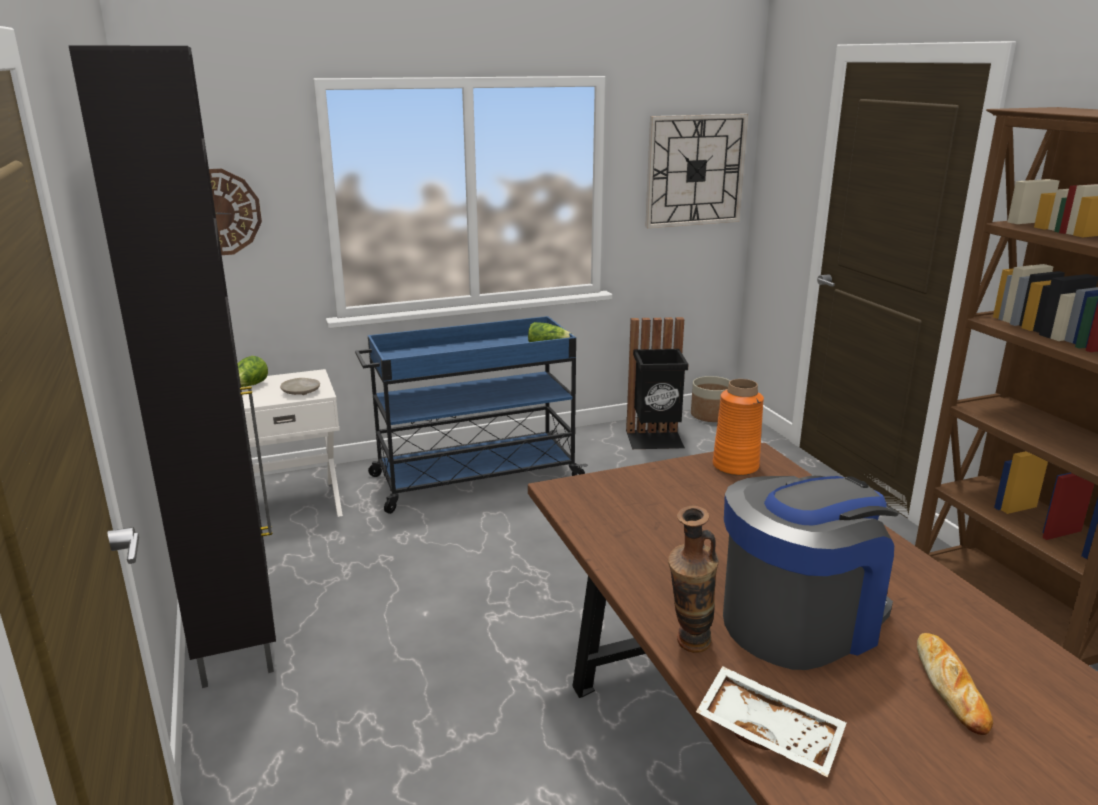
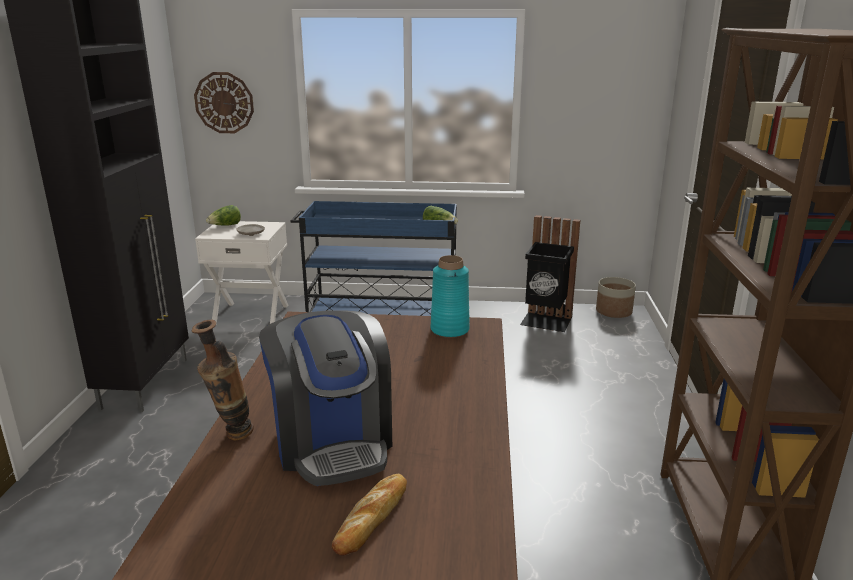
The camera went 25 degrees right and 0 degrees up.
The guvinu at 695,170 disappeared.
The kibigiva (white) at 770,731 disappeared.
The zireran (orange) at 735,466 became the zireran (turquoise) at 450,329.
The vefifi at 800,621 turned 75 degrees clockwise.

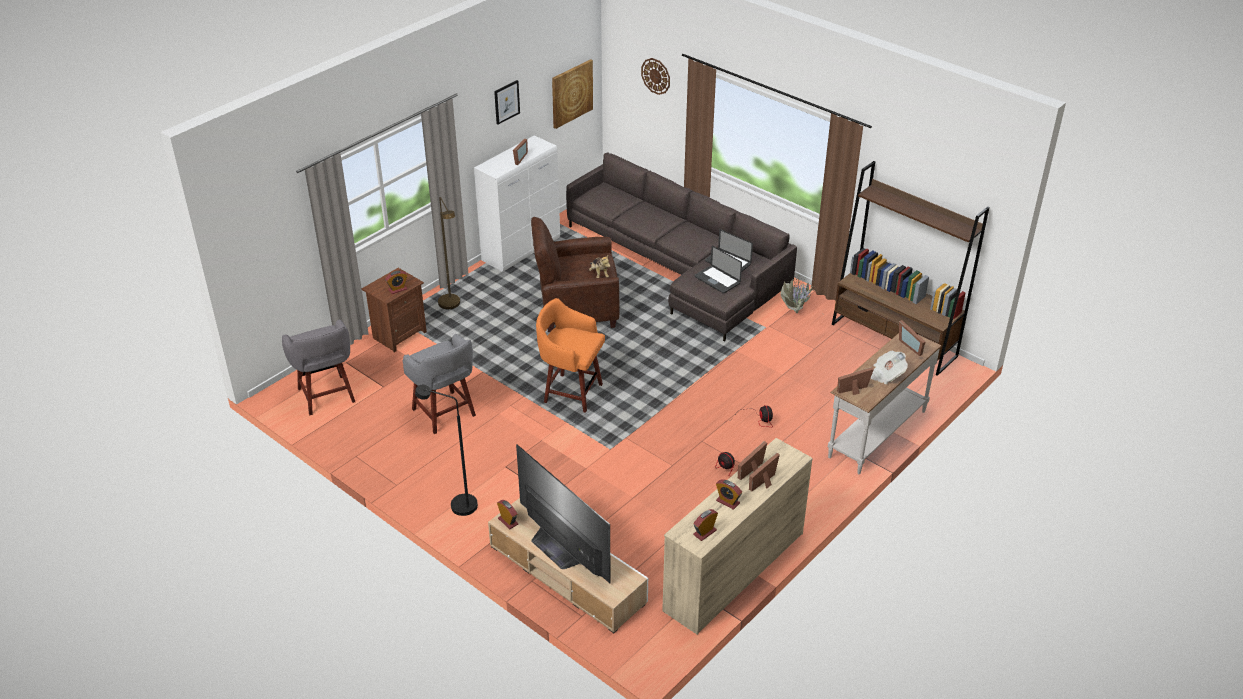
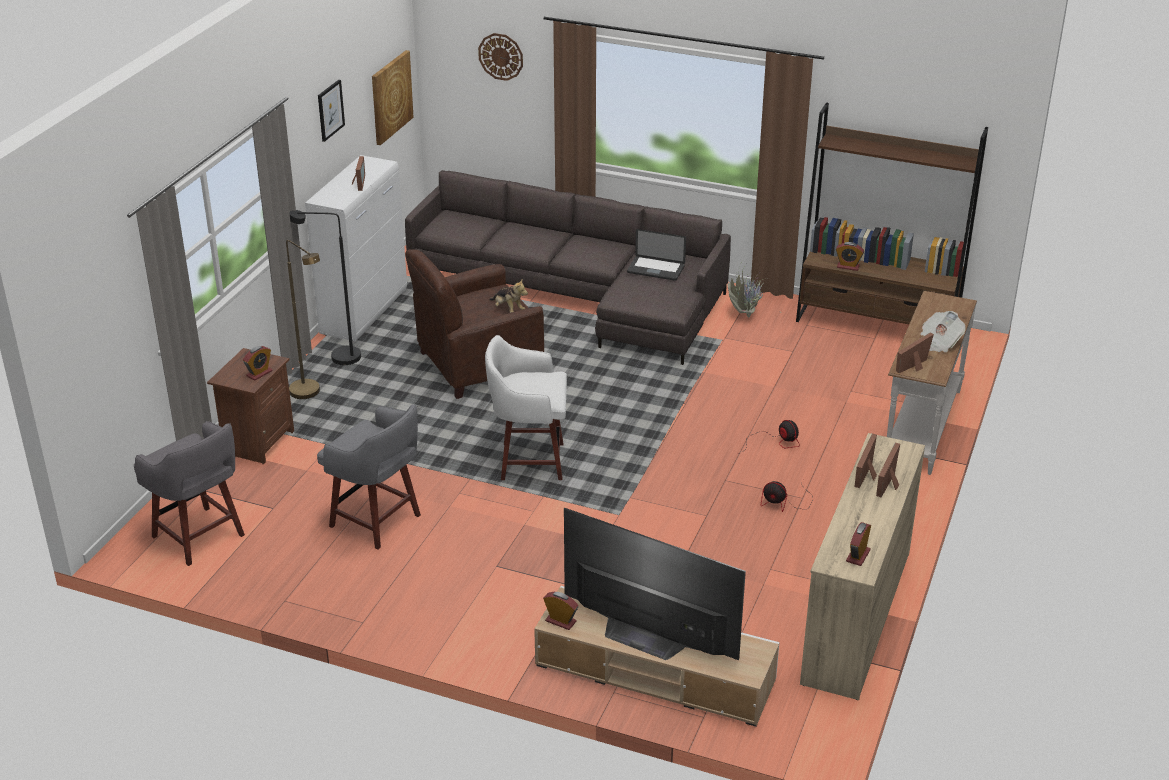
The camera went 20 degrees left and 5 degrees down.
The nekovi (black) moved from 456,504 to 337,358.
The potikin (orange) at 571,393 became the potikin (white) at 529,461.
The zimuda at 717,280 disappeared.
The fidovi moved from 727,502 to 848,266.
The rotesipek at 911,345 disappeared.

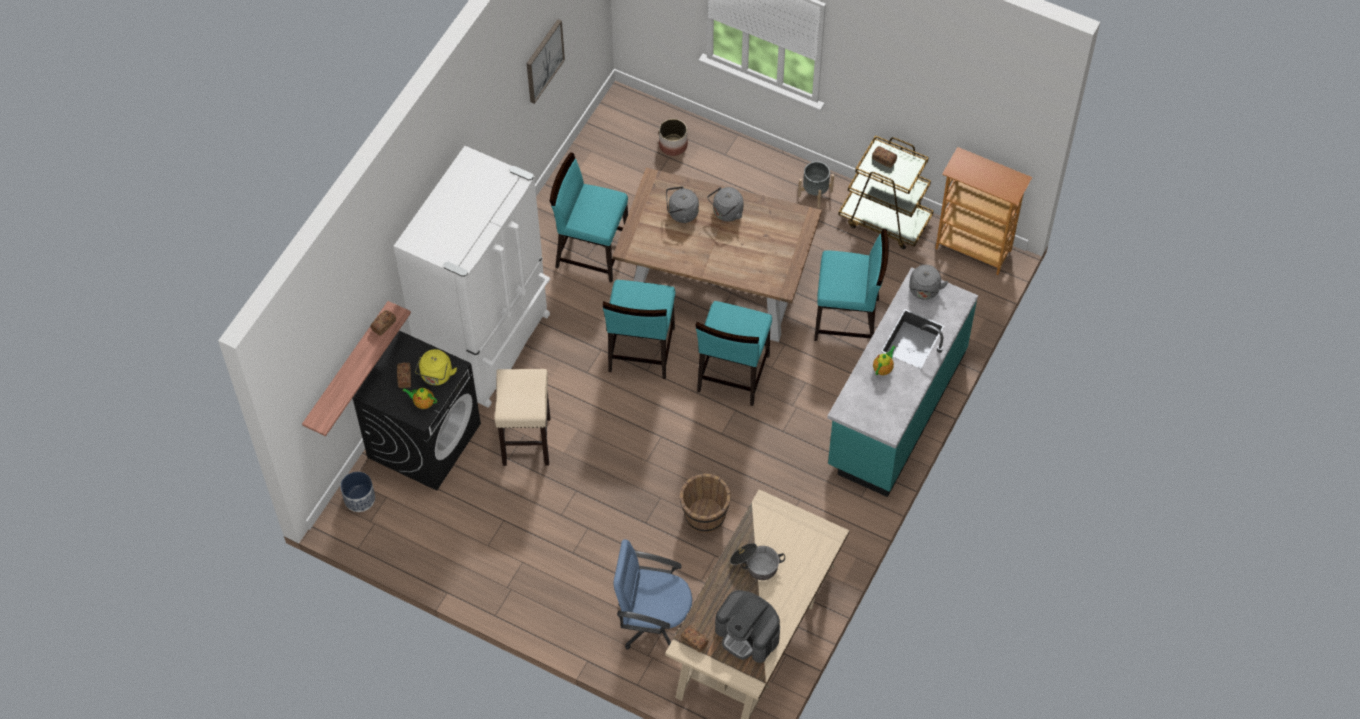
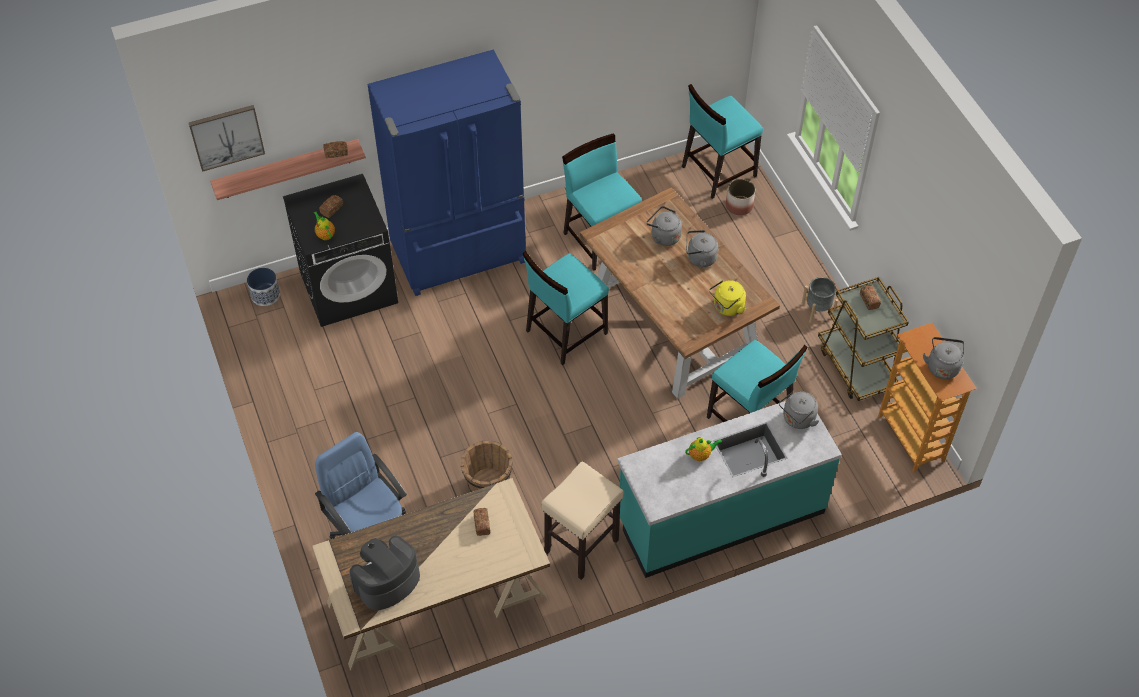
The camera went 40 degrees right and 5 degrees down.
The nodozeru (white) at 488,346 became the nodozeru (blue) at 460,254.
The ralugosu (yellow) moved from 436,376 to 727,307.
The potikin (beige) moved from 526,440 to 582,545.
The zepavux moved from 543,60 to 226,137.
The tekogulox moved from 694,641 to 482,524.
The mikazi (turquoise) moved from 732,374 to 718,171.
The vefifi at 748,634 turned 60 degrees clockwise.
The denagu at 755,564 disappeared.
The ralugosu (grey) at 942,366 appeared.

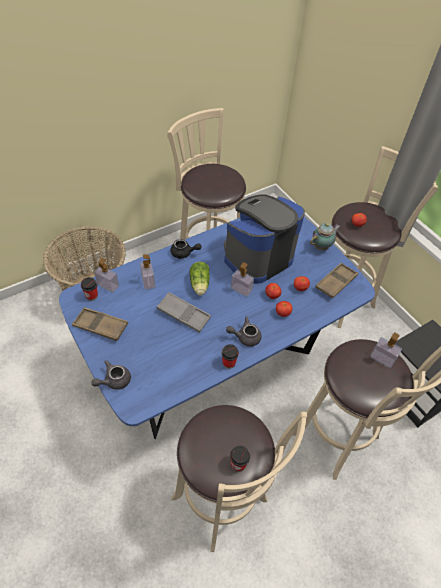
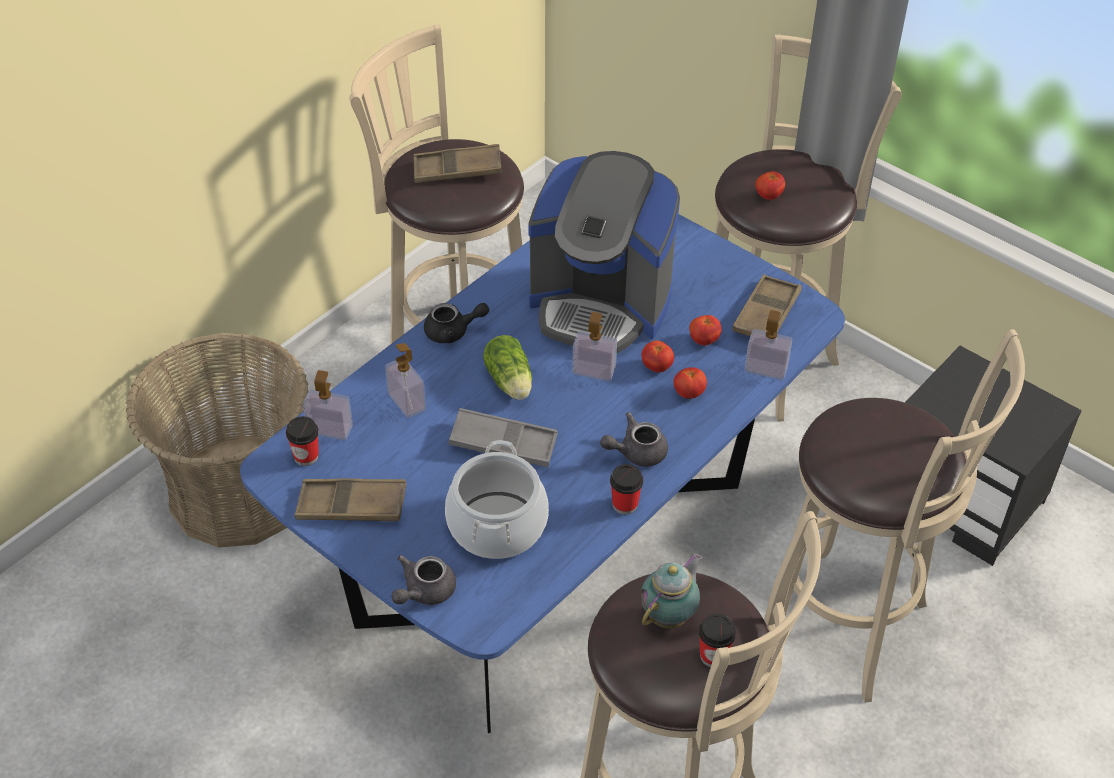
The camera went 15 degrees left and 5 degrees down.
The vefifi at 257,257 turned 105 degrees counterclockwise.
The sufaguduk moved from 321,246 to 670,615.
The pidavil moved from 382,358 to 766,369.
The kibigiva (brown) at 457,170 appeared.
The denagu at 496,525 appeared.

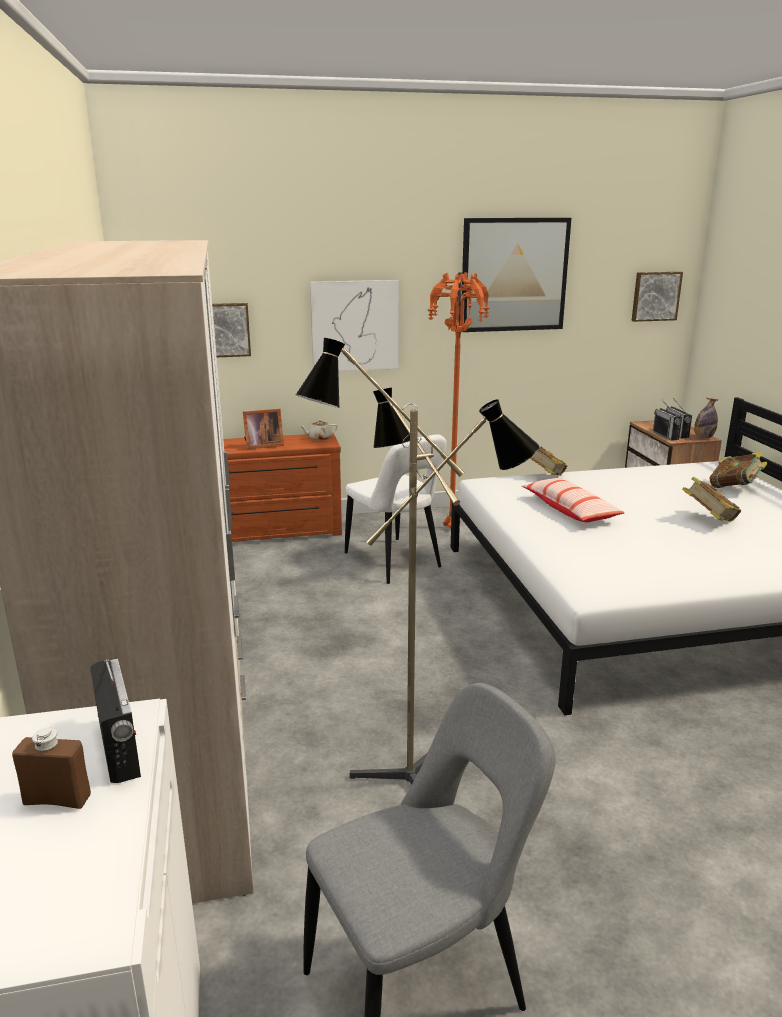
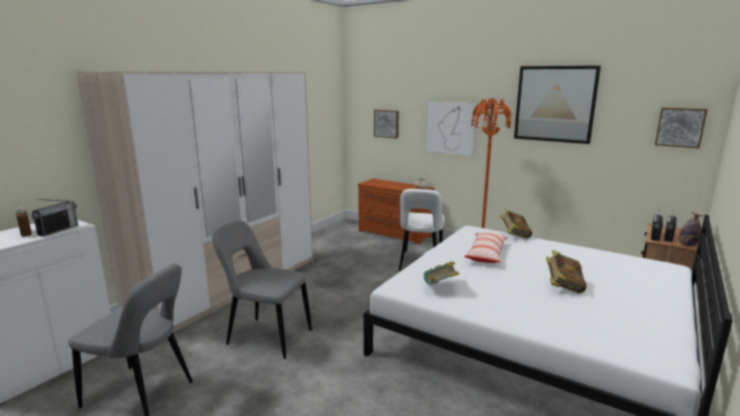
The camera went 45 degrees right and 5 degrees down.
The rotesipek at 262,445 disappeared.
The nekovi at 408,772 was replaced by the mikazi (grey) at 266,337.
The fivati moved from 734,488 to 440,288.

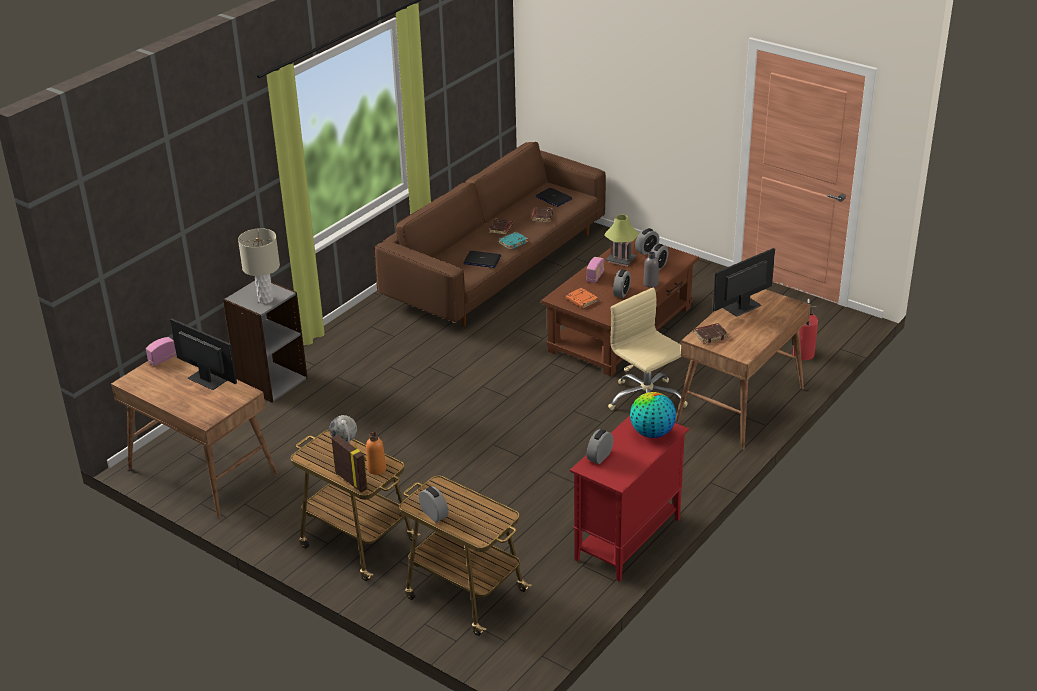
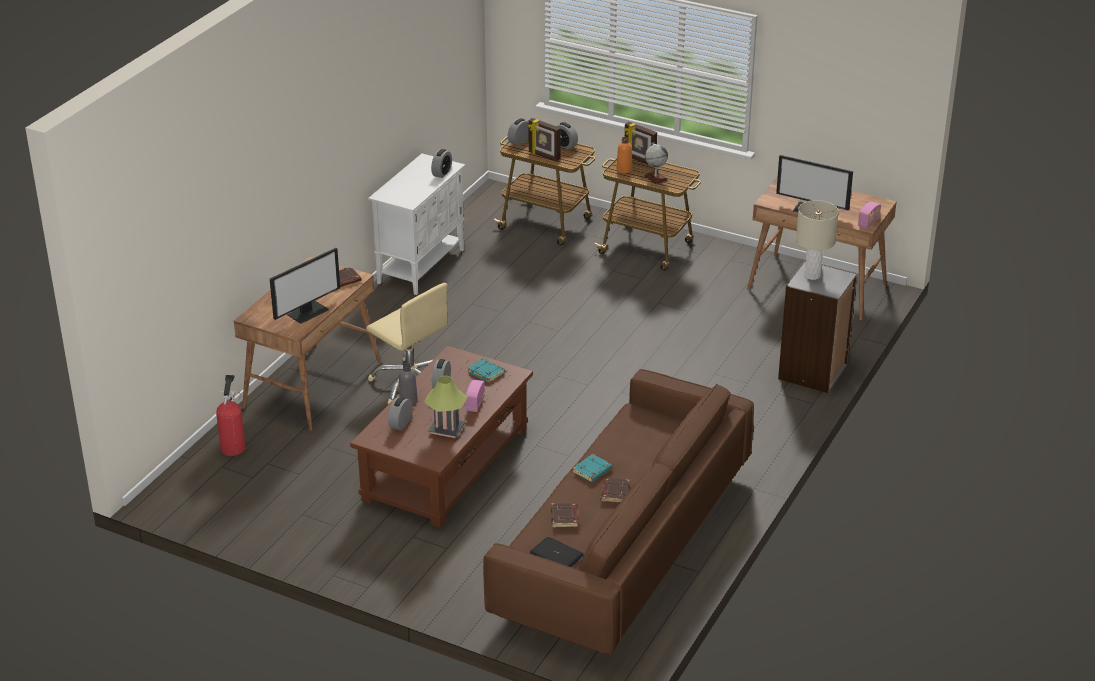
The camera went 170 degrees right and 0 degrees up.
The zimuda at 482,260 disappeared.
The fivati (orange) at 581,300 became the fivati (turquoise) at 487,372.
The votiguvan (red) at 627,540 became the votiguvan (white) at 421,266.
The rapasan at 652,433 disappeared.
The fidovi moved from 646,250 to 519,141.
The rotesipek at 544,156 appeared.

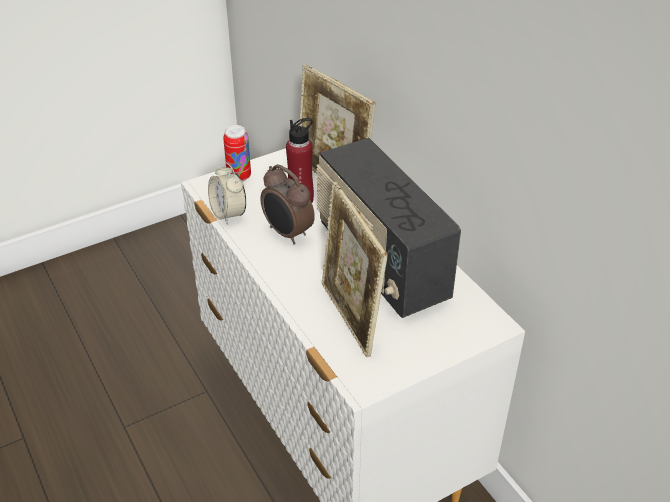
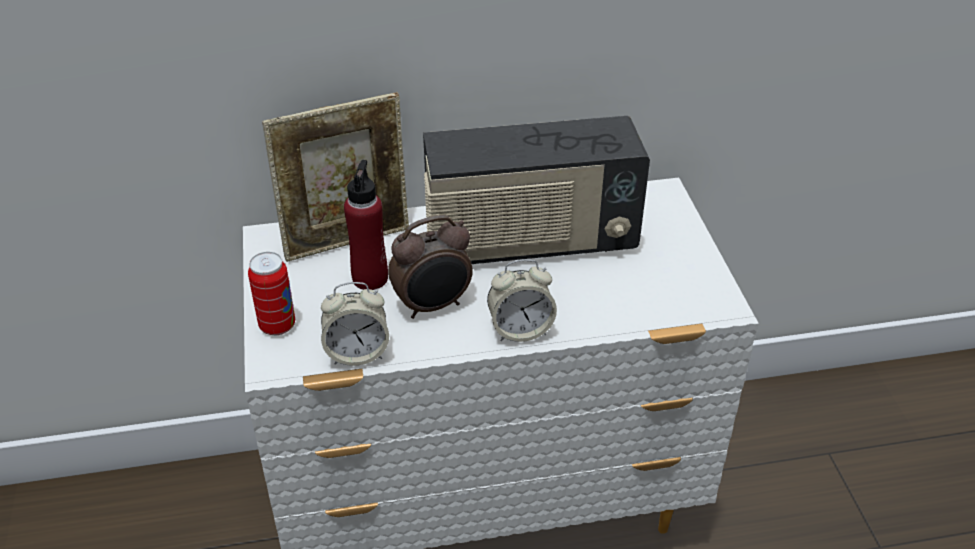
The camera went 70 degrees left and 0 degrees up.
The rotesipek at 350,318 disappeared.
The fidovi at 520,330 appeared.

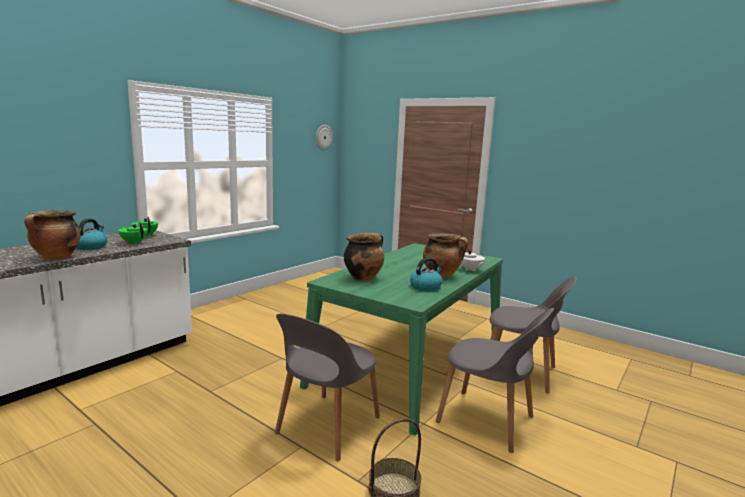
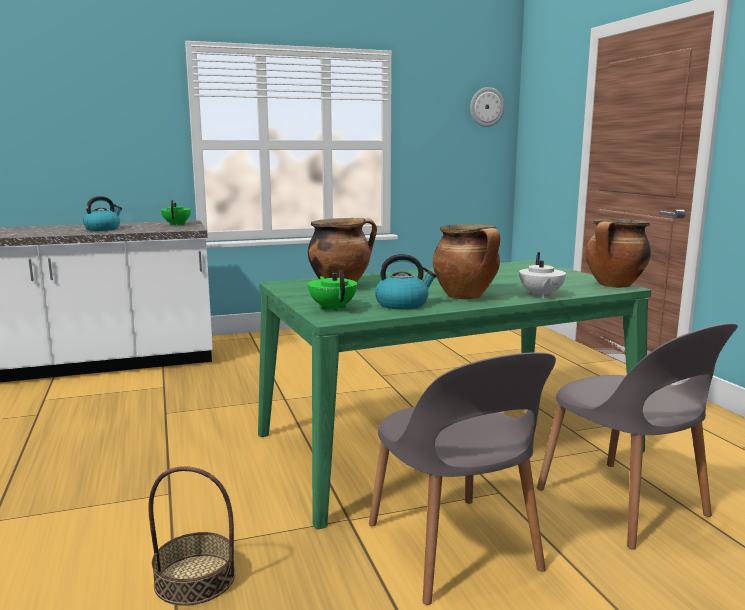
The camera went 35 degrees right and 0 degrees up.
The denagu moved from 56,258 to 614,285.
The sufaguduk (green) moved from 134,242 to 333,308.
The mikazi (grey) at 327,427 disappeared.

